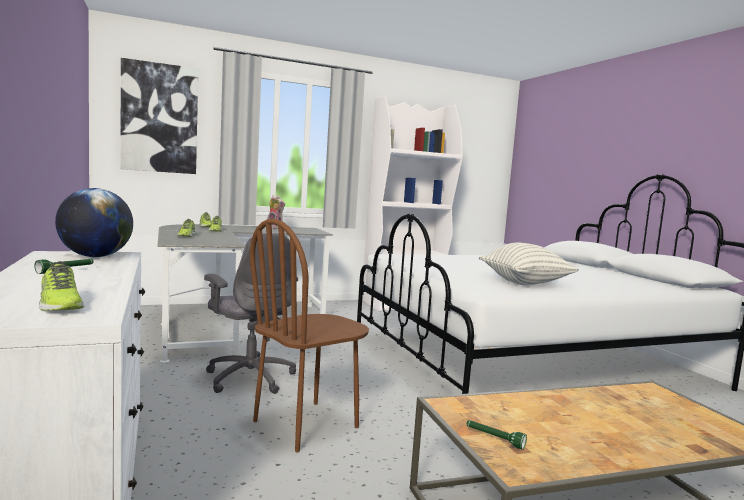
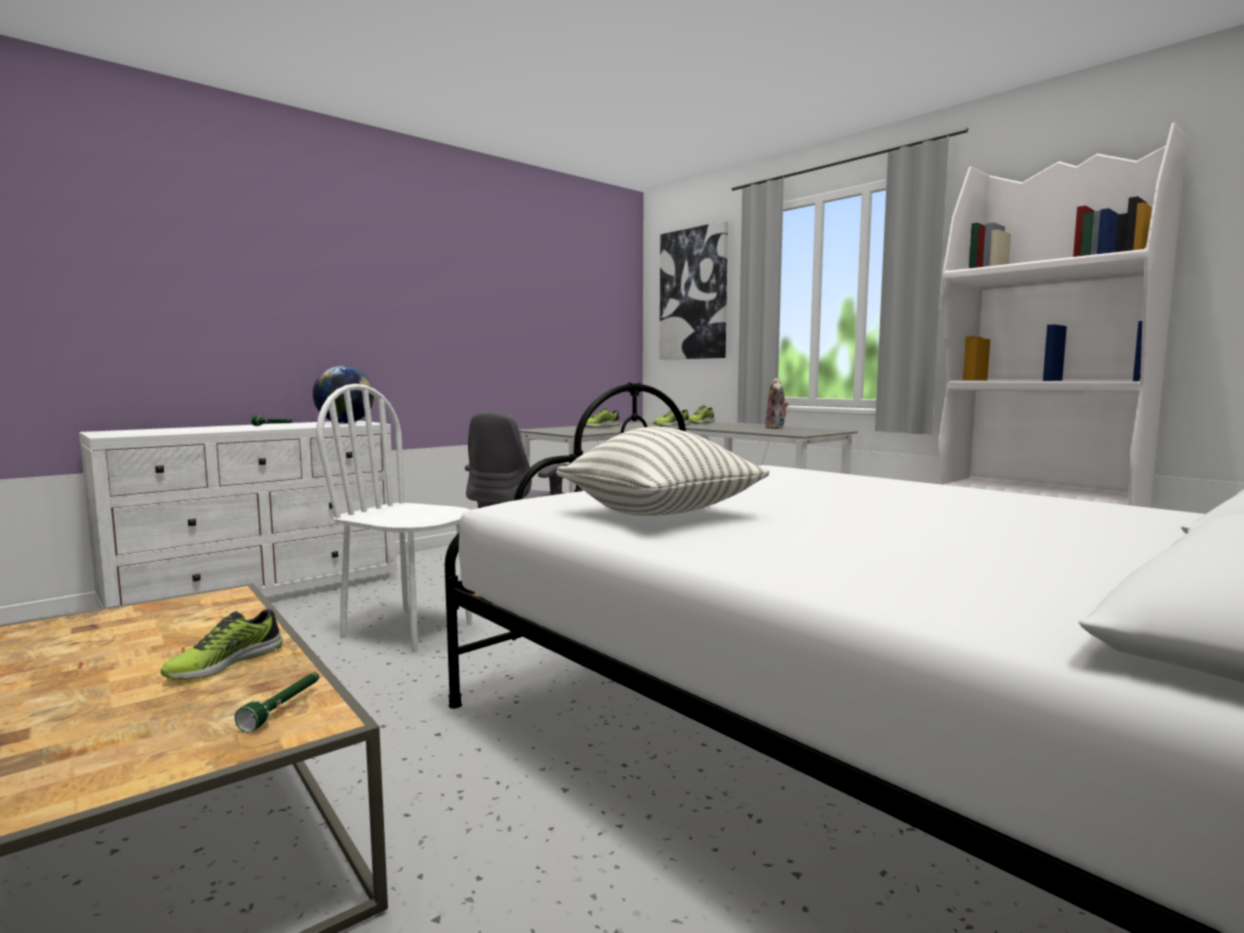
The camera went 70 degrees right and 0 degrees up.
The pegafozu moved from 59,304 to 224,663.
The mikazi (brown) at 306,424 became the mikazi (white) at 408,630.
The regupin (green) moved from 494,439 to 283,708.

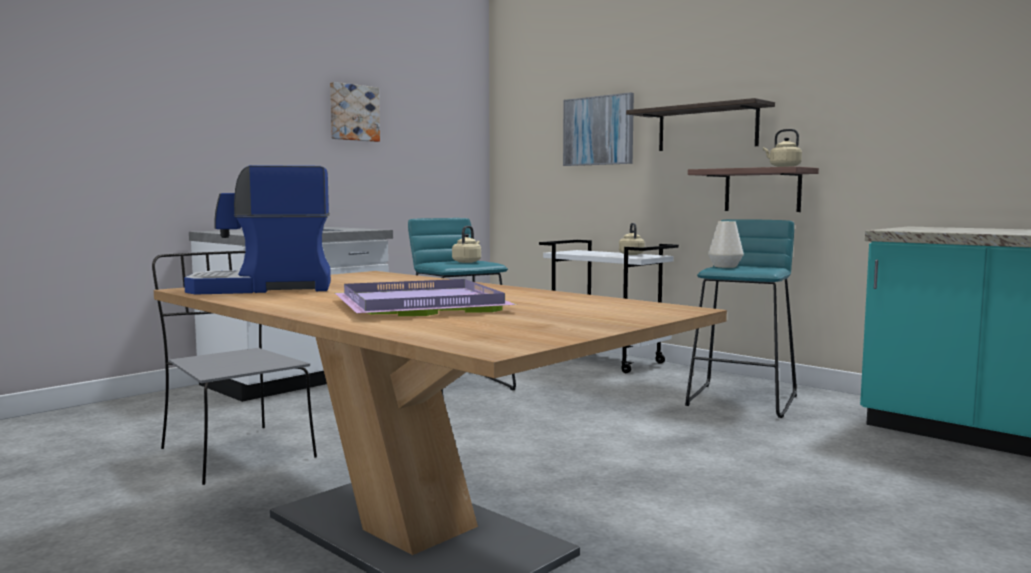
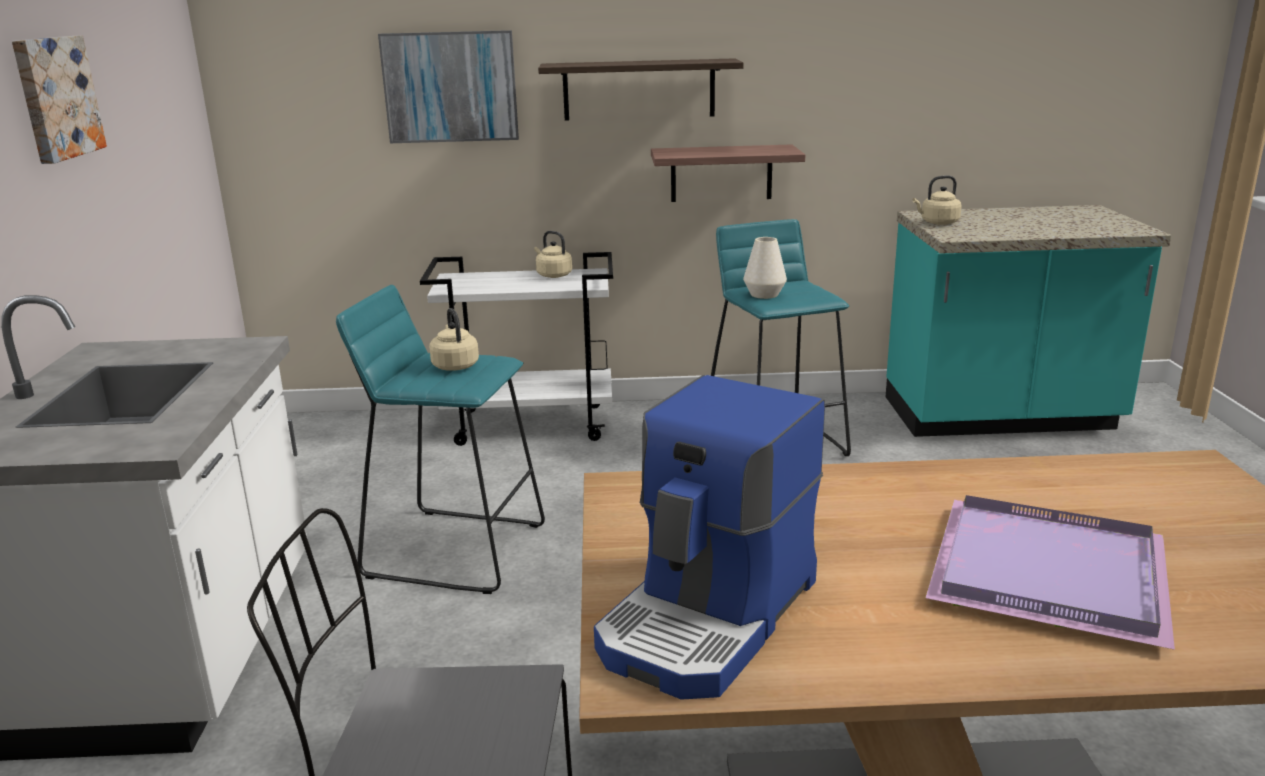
The camera went 45 degrees left and 15 degrees up.
The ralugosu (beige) moved from 783,167 to 937,223.

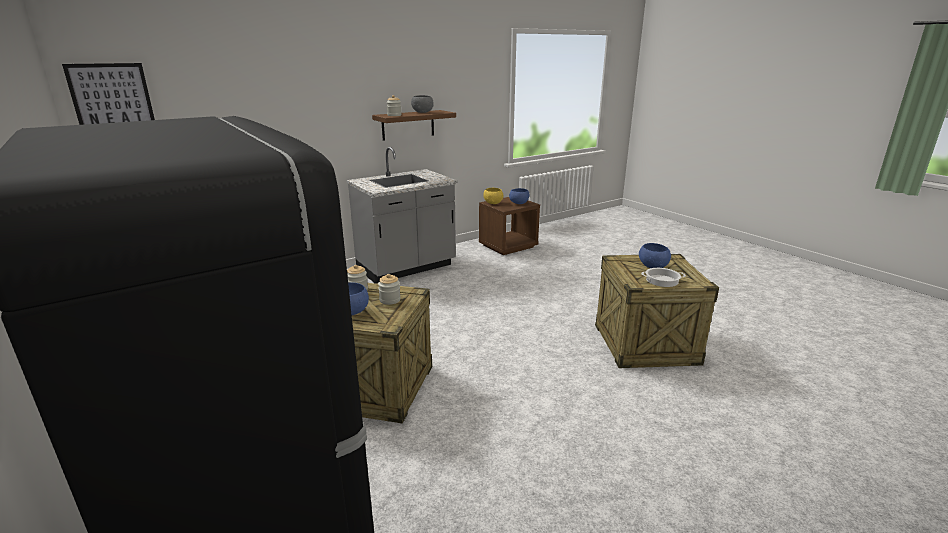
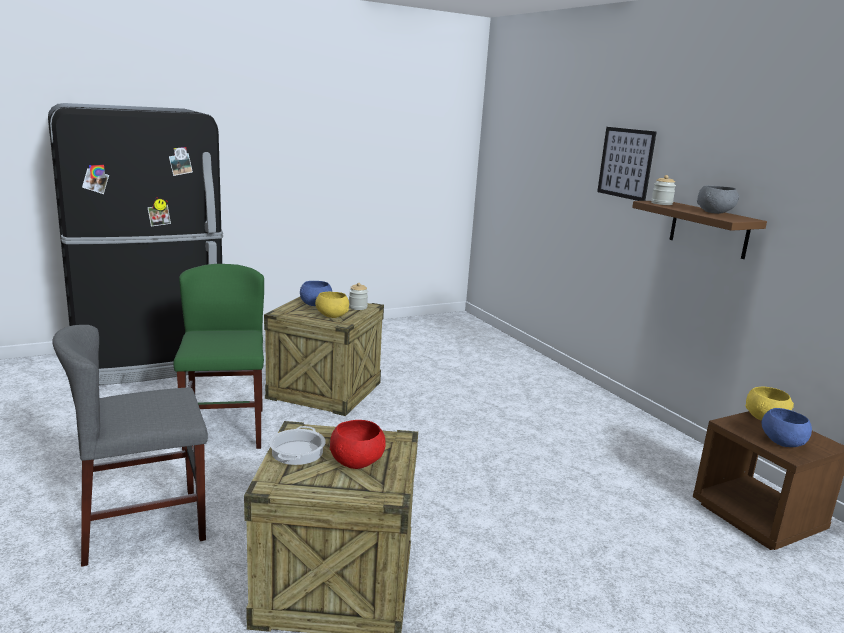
The camera went 95 degrees right and 5 degrees down.
The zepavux moved from 112,98 to 626,163.
The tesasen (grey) at 406,268 disappeared.
The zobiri at 390,300 was replaced by the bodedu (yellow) at 331,316.
The bodedu (blue) at 652,266 became the bodedu (red) at 357,462.
The mikazi (grey) at 142,525 appeared.
The mikazi (green) at 224,429 appeared.

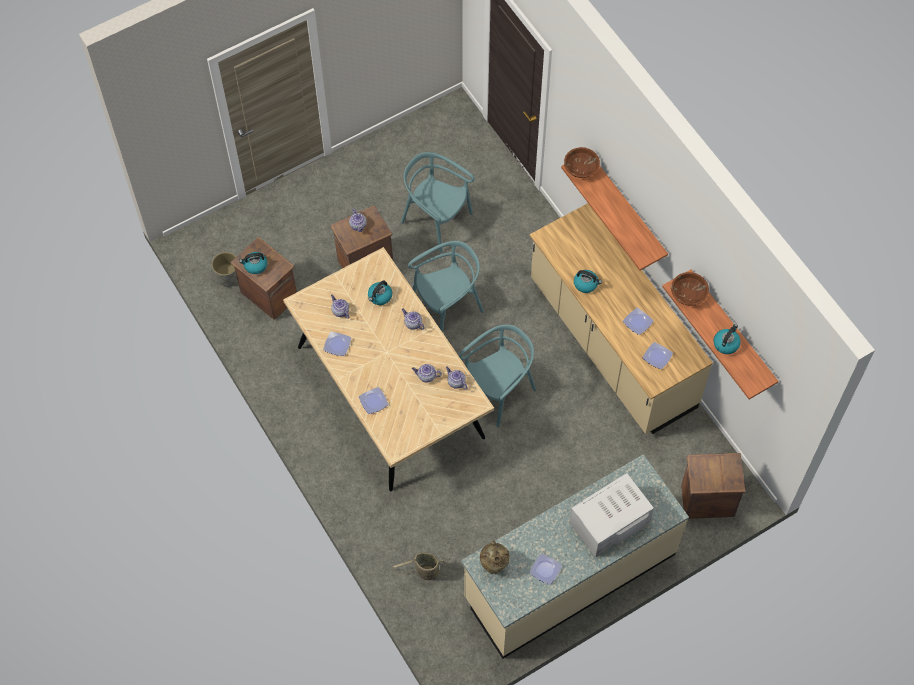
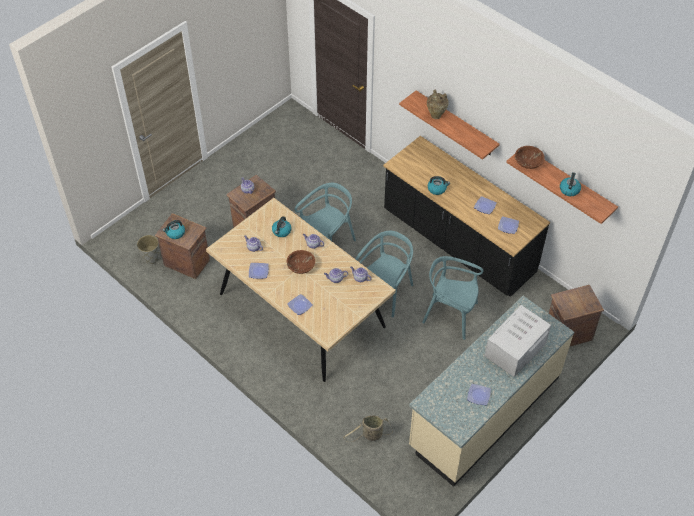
The camera went 15 degrees left and 10 degrees down.
The mikazi (turquoise) moved from 436,220 to 450,315.
The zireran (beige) moved from 494,565 to 436,115.
The tesasen (beige) at 611,345 became the tesasen (black) at 458,242.
The bodedu (brown) moved from 581,168 to 301,266.

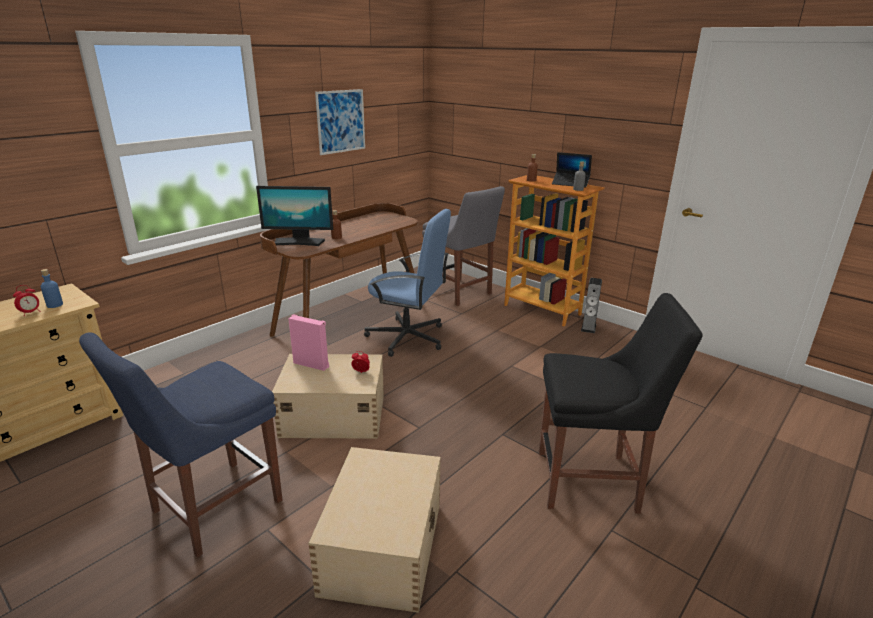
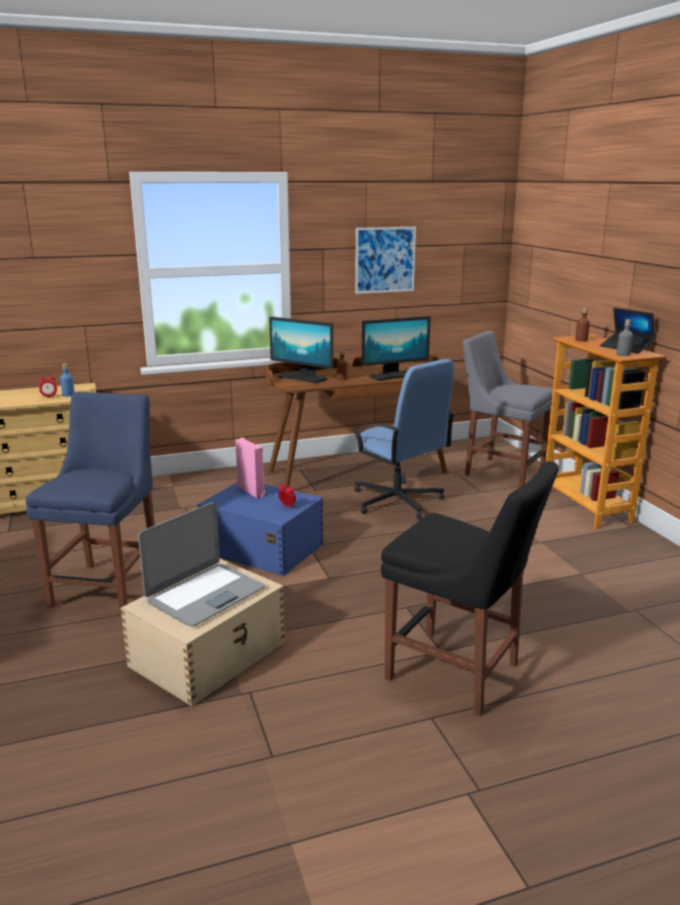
The camera went 30 degrees right and 5 degrees down.
The mikazi (blue) at 211,508 turned 120 degrees clockwise.
The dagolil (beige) at 332,415 became the dagolil (blue) at 262,547.
The mikazi (grey) at 460,293 turned 135 degrees clockwise.
The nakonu at 588,328 disappeared.
The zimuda at 205,595 appeared.
The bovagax at 394,376 appeared.

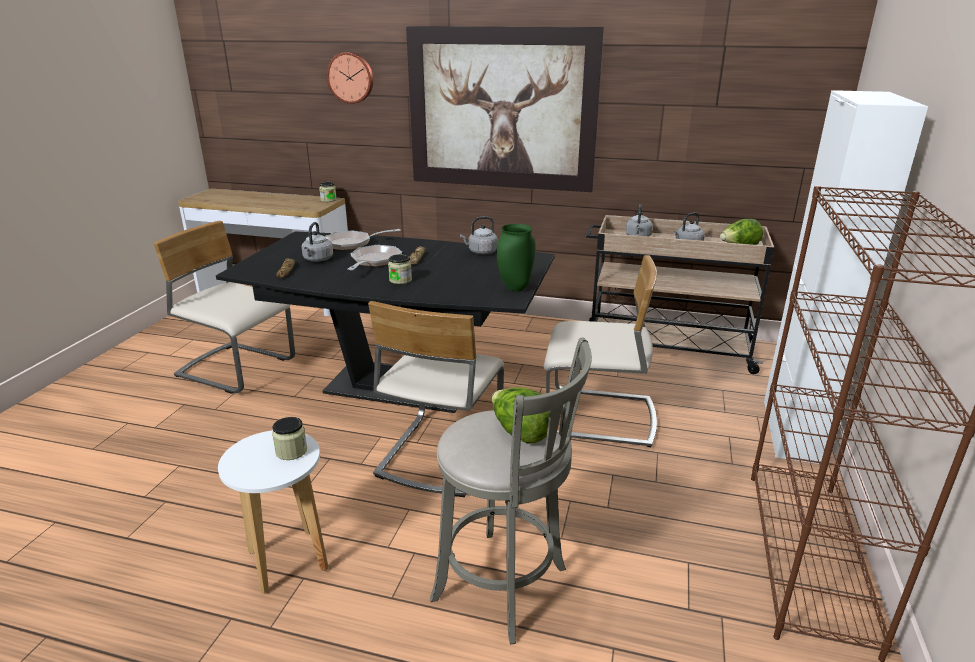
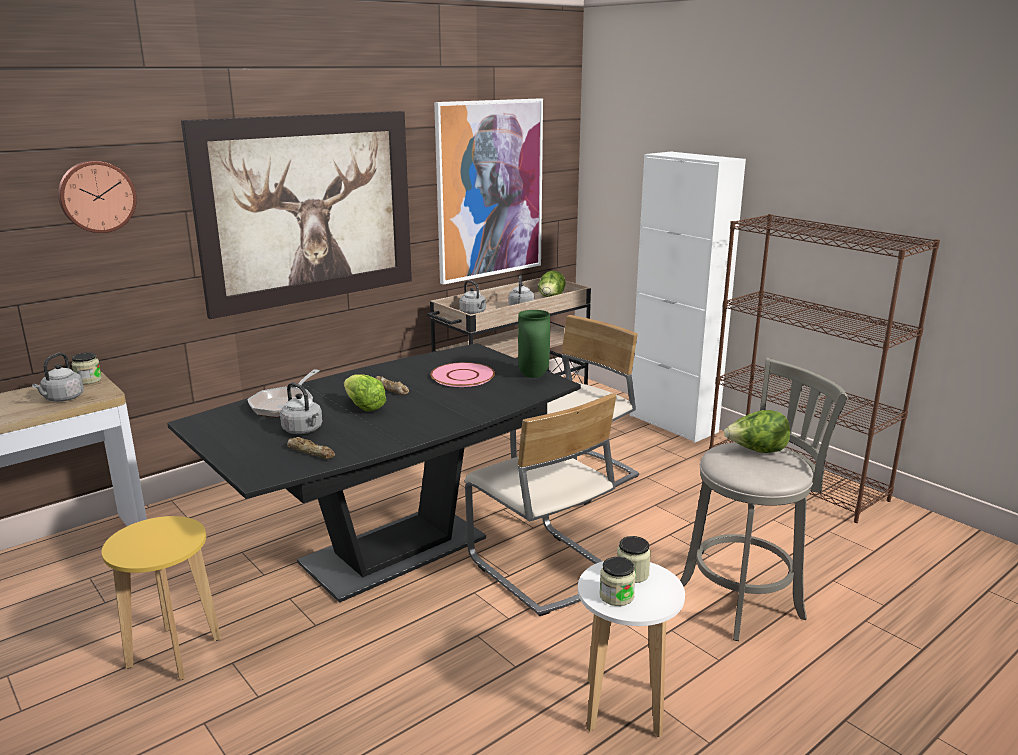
The camera went 55 degrees left and 5 degrees down.
The mikazi (beige) at 237,368 was replaced by the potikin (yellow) at 173,653.
The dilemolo at 374,261 was replaced by the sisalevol at 364,407.
The zobiri moved from 400,280 to 616,596.
The ralugosu (grey) moved from 481,252 to 62,399.
The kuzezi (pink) at 462,376 appeared.
The zepavux at 489,190 appeared.

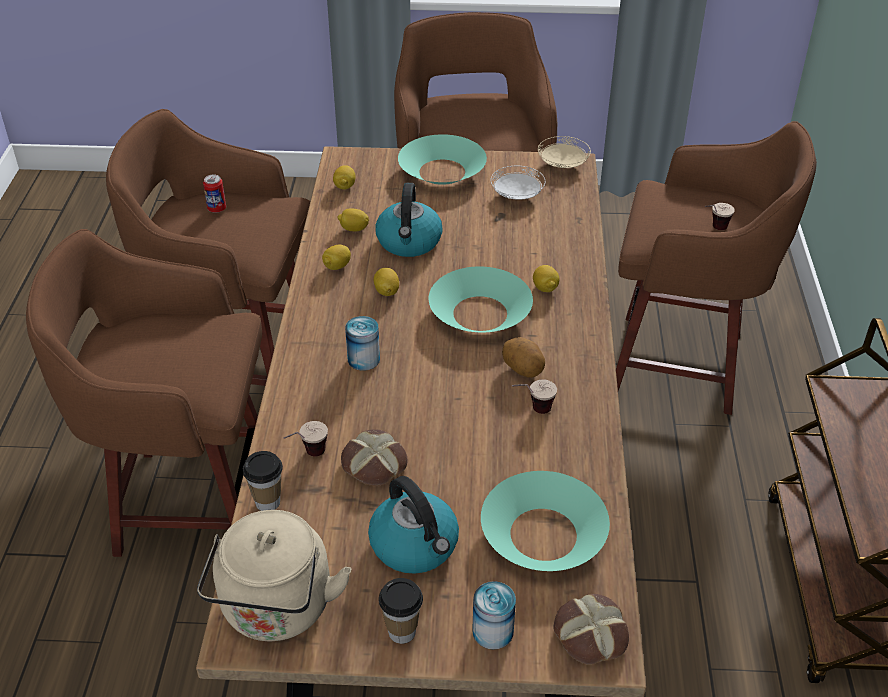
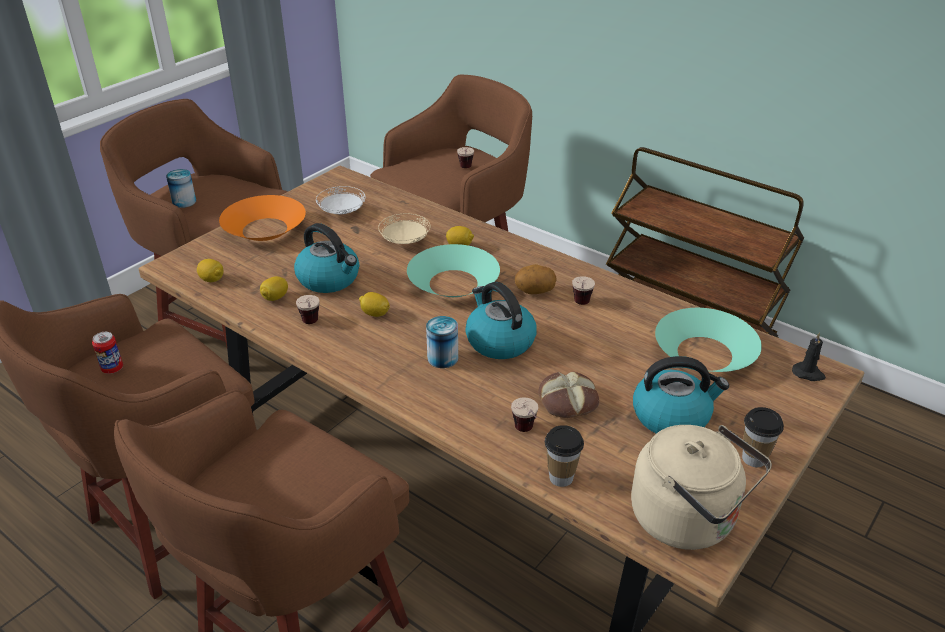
The camera went 55 degrees left and 5 degrees down.
The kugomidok at 337,266 was replaced by the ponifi at 311,325.
The bodedu (turquoise) at 442,171 became the bodedu (orange) at 264,229.
The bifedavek moved from 493,631 to 184,202.
The kuzezi (beige) moved from 562,165 to 405,241.
The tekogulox at 589,635 was replaced by the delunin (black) at 808,374.
The ralugosu at 499,341 appeared.

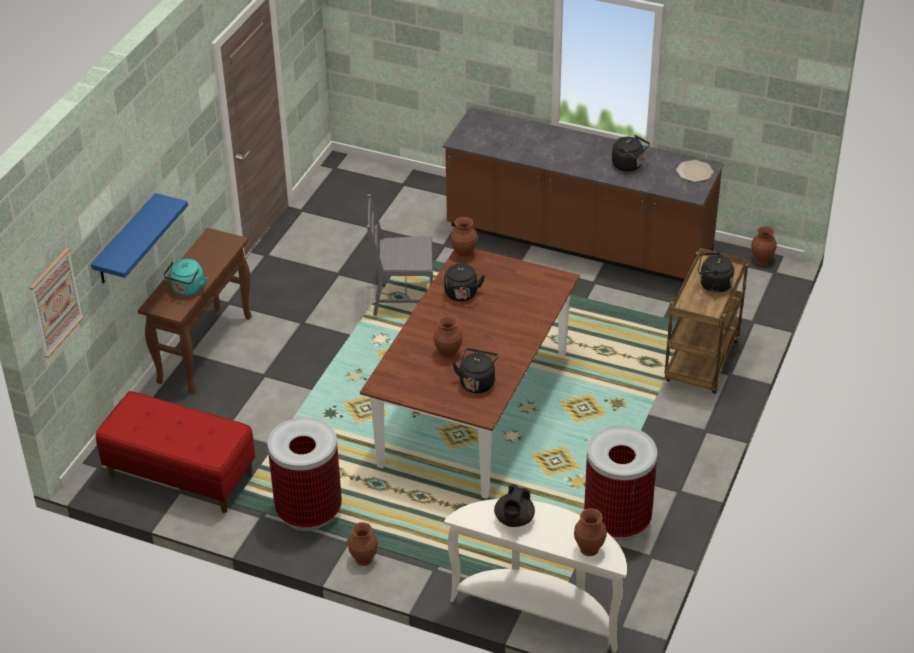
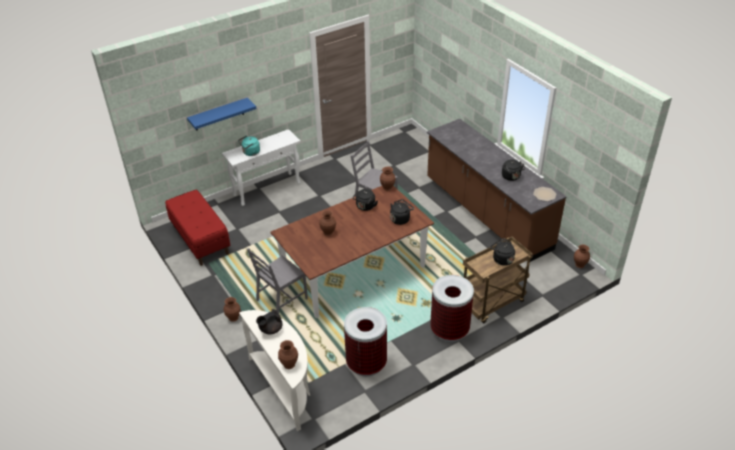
The camera went 35 degrees right and 0 degrees up.
The zepavux at 55,302 disappeared.
The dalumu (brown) at 205,349 became the dalumu (white) at 267,189.
The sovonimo moved from 309,511 to 450,330.
The ralugosu (black) moved from 477,382 to 401,219.
The mikazi (grey) at 281,300 appeared.

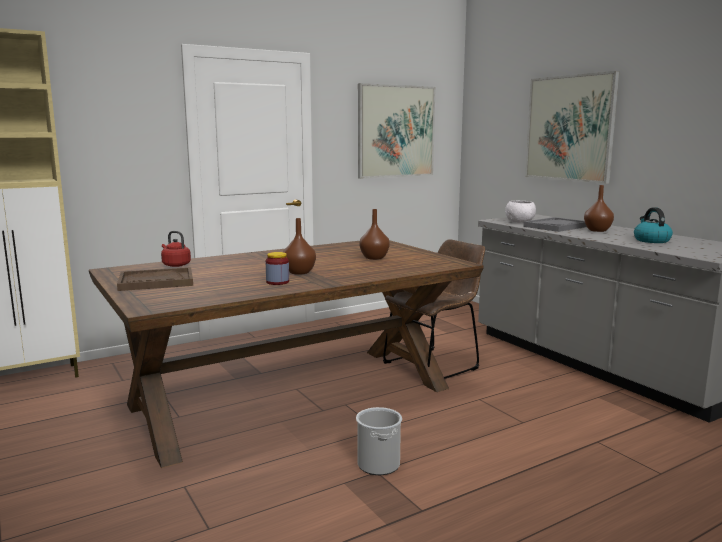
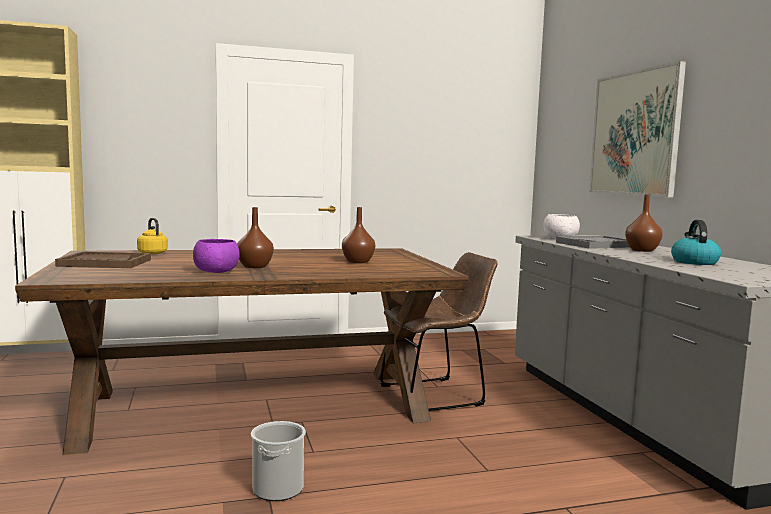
The camera went 15 degrees right and 5 degrees down.
The ralugosu (red) at 175,265 became the ralugosu (yellow) at 152,253.
The zobiri at 277,282 was replaced by the bodedu (purple) at 216,272.
The zepavux at 396,131 disappeared.

